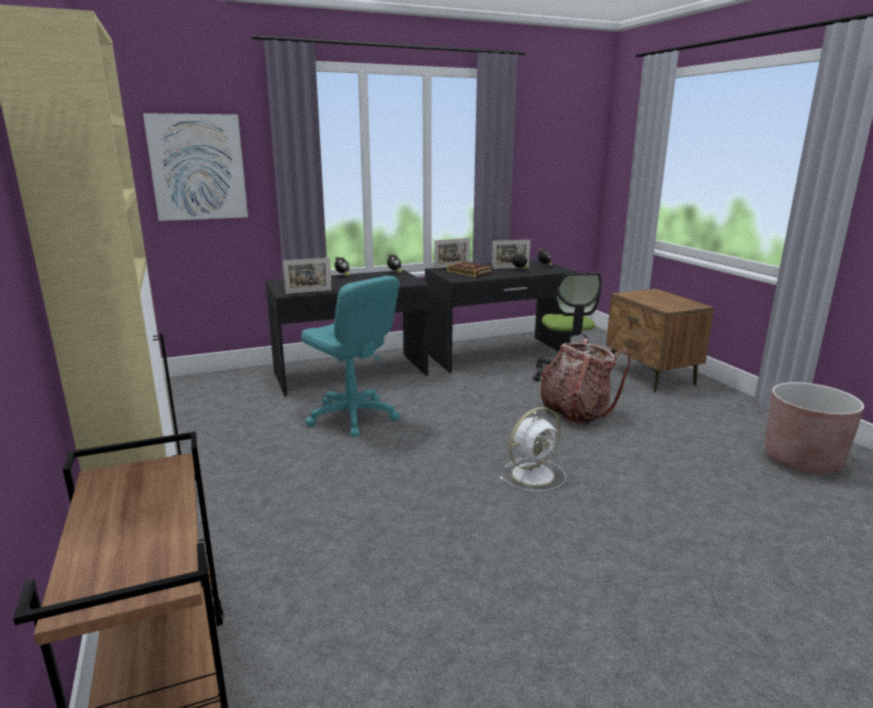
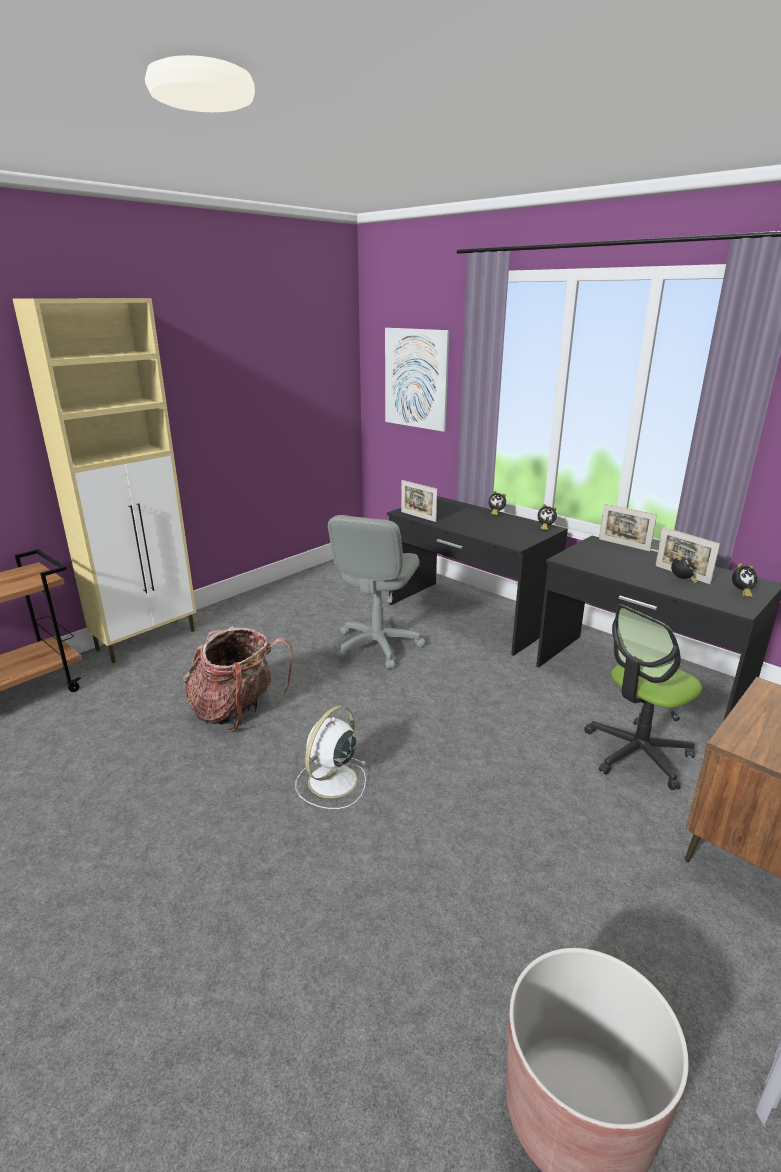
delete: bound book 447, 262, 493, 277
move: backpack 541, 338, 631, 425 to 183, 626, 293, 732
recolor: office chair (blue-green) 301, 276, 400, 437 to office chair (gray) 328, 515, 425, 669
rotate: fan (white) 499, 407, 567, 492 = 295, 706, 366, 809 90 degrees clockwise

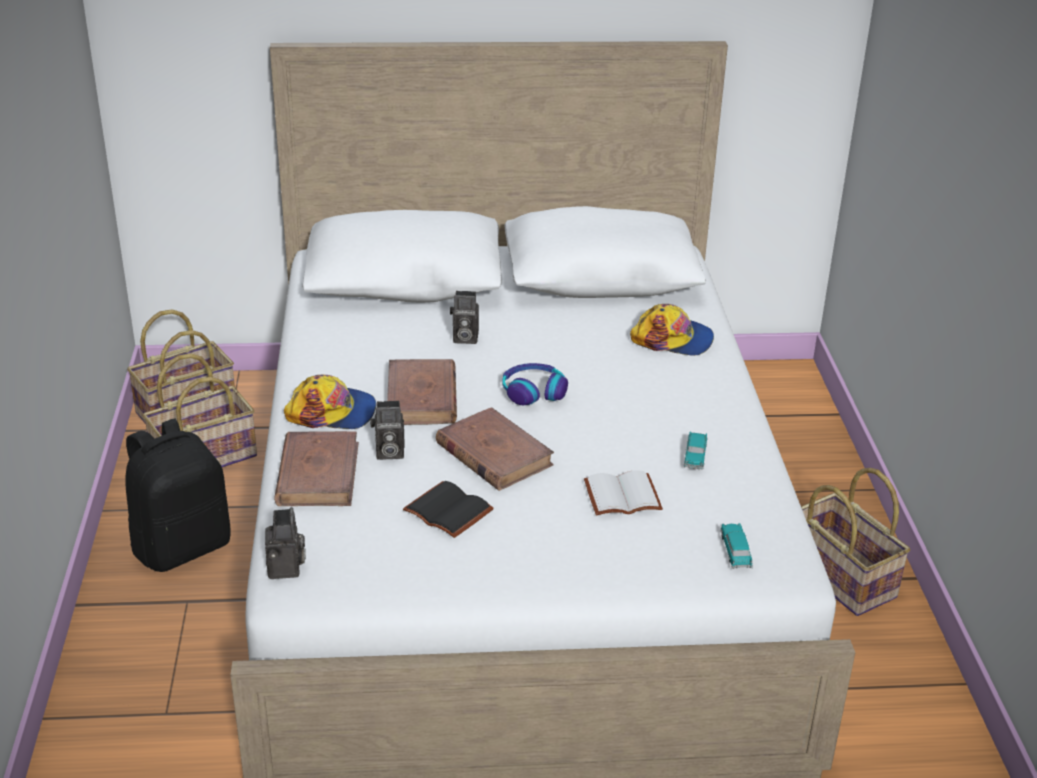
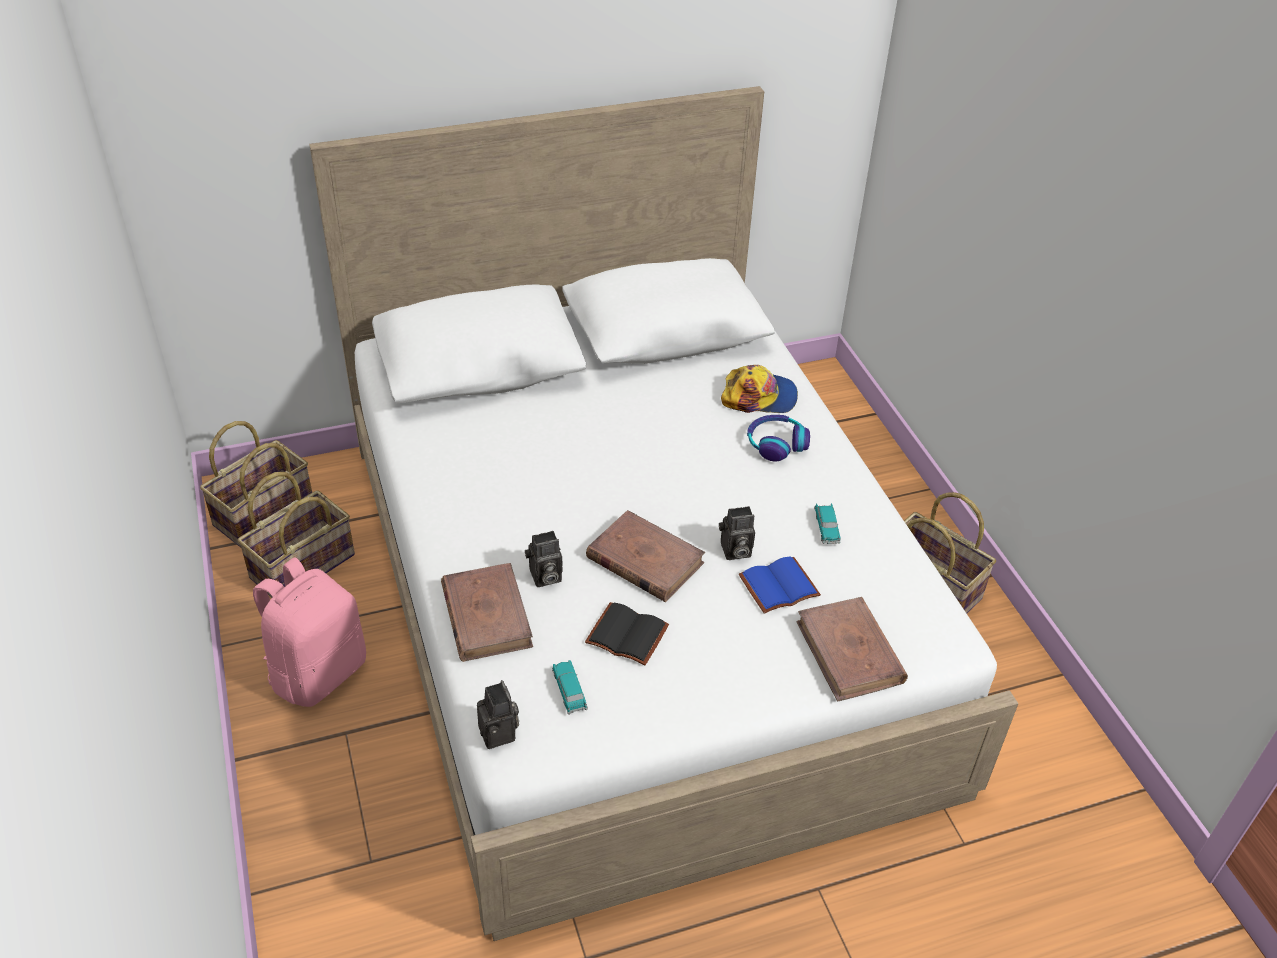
delete: cap 284, 375, 376, 429
move: bound book (brown-coloured) 387, 359, 457, 425 to 796, 597, 908, 702; still camera 450, 291, 479, 344 to 719, 506, 755, 560; headset 502, 363, 568, 405 to 747, 415, 810, 462; miniature car 720, 523, 753, 569 to 552, 660, 588, 715
recolor: backpack (black) 125, 419, 231, 572 to backpack (pinkish) 253, 557, 366, 707; bound book (white) 584, 470, 663, 516 to bound book (blue) 739, 556, 821, 614

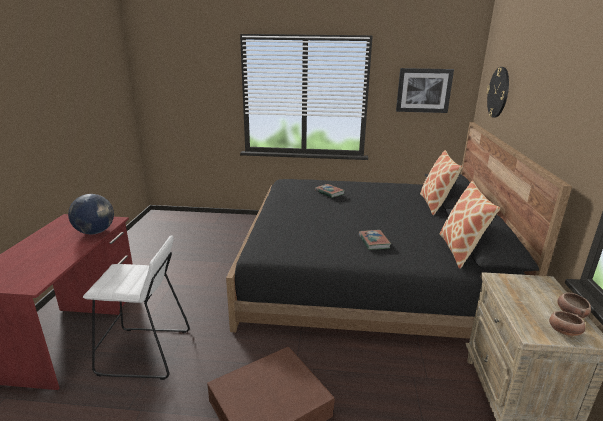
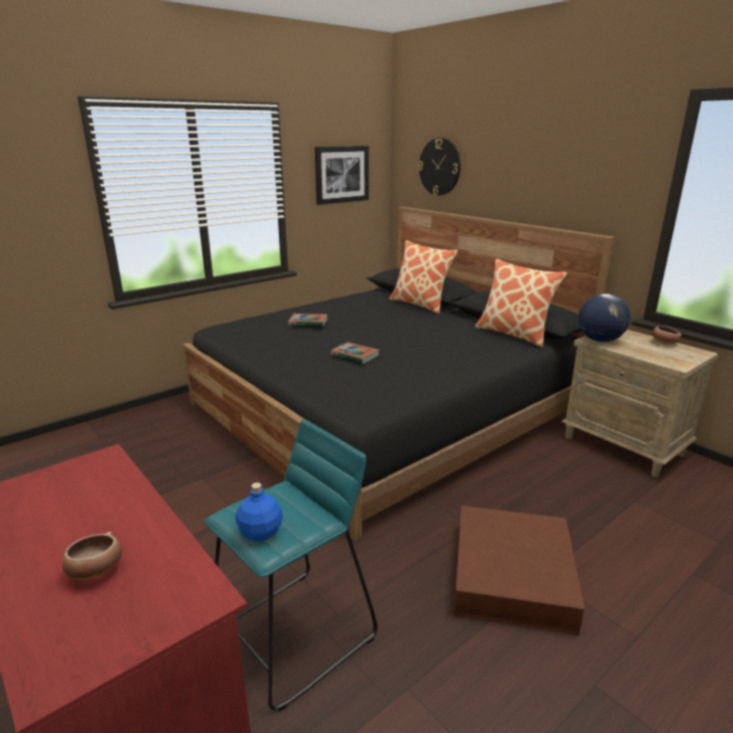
insert: beverage bottle (blue) 235, 483, 283, 541
move: desk globe 68, 194, 114, 234 to 578, 294, 631, 342; bound book 359, 230, 391, 250 to 331, 342, 379, 365; bowl 549, 311, 585, 336 to 63, 532, 122, 581
recolor: stool (white) 83, 235, 190, 380 to stool (blue-green) 204, 419, 378, 711

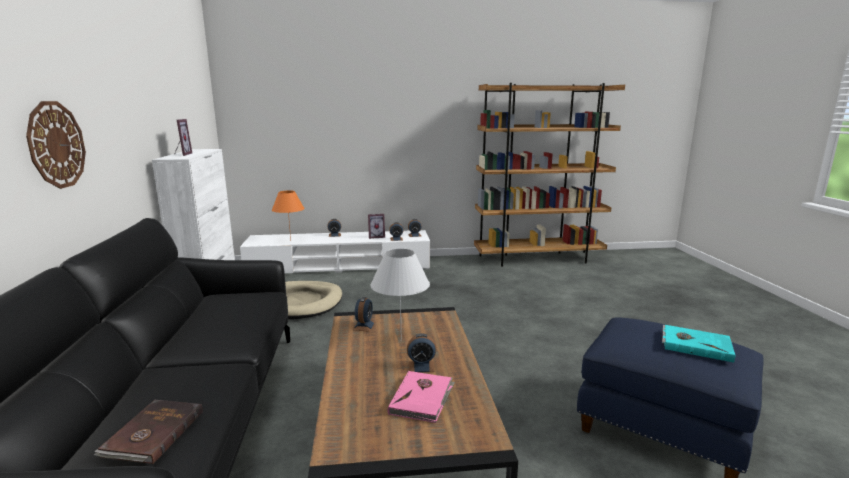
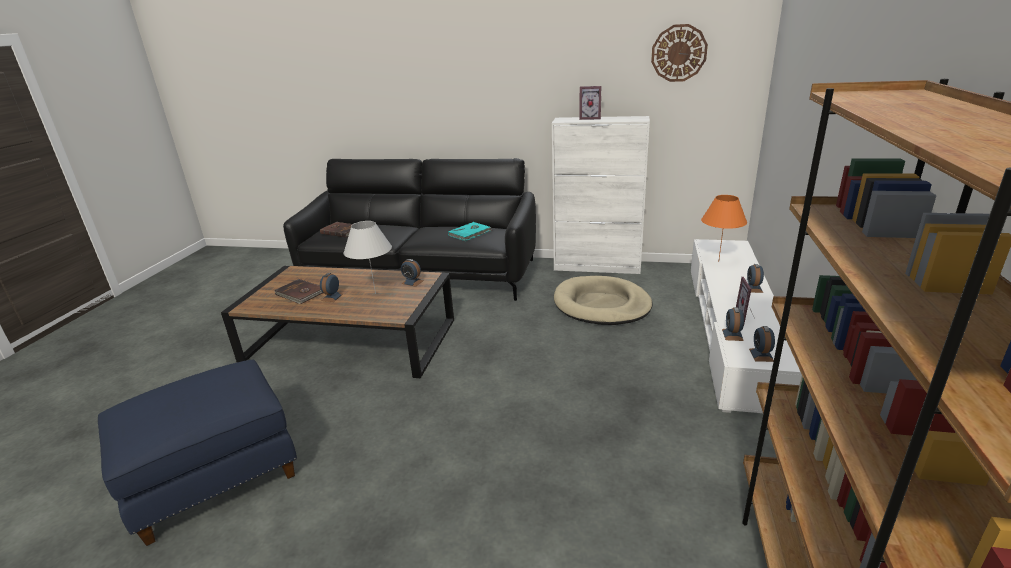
move: wall clock 26, 101, 86, 189 to 651, 24, 708, 82; bound book (blue-green) 662, 325, 735, 363 to 448, 222, 492, 241
recolor: bound book (pinkish) 388, 371, 455, 423 to bound book (brown-coloured) 274, 279, 323, 304

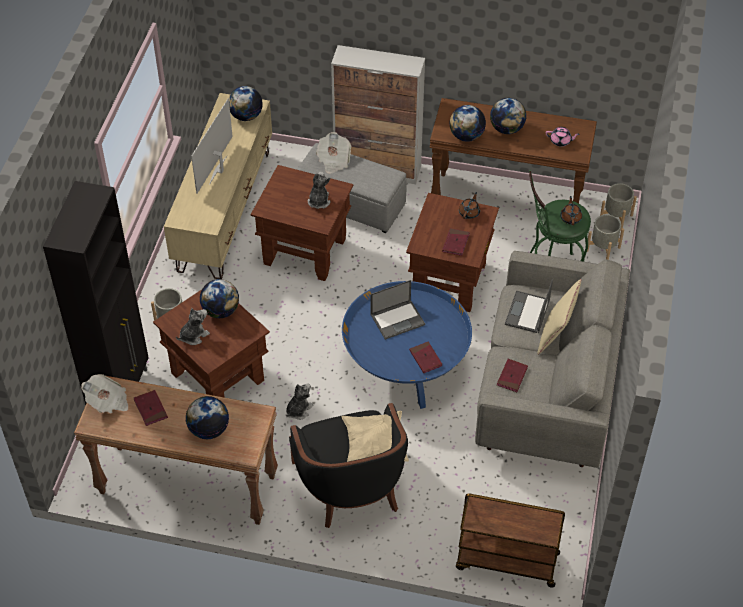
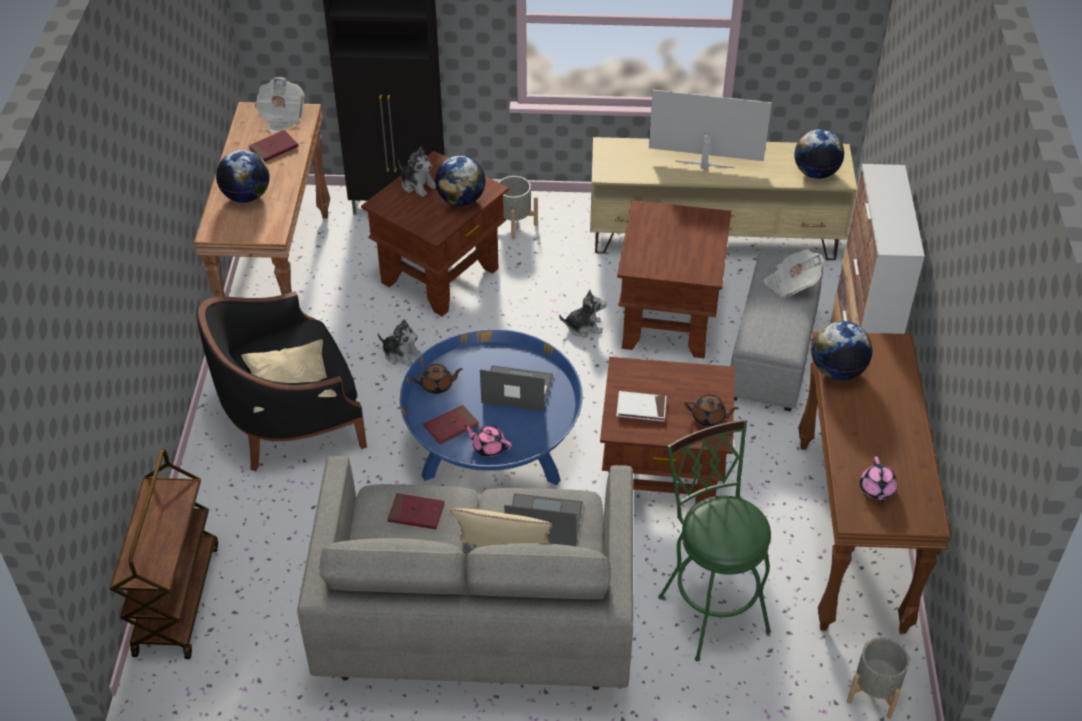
delete: desk globe 490, 98, 526, 134; planter (gray) 587, 214, 624, 260
insert: tea pot (pinkish) 463, 425, 512, 457
move: plush toy 308, 172, 330, 209 to 559, 290, 607, 337; tea pot (brown-coloured) 560, 196, 582, 225 to 413, 364, 463, 394
recolor: bound book (red) 442, 228, 470, 256 to bound book (white) 616, 391, 666, 421
rotate: notebook computer 371, 280, 425, 340 = 480, 365, 553, 411 135 degrees clockwise

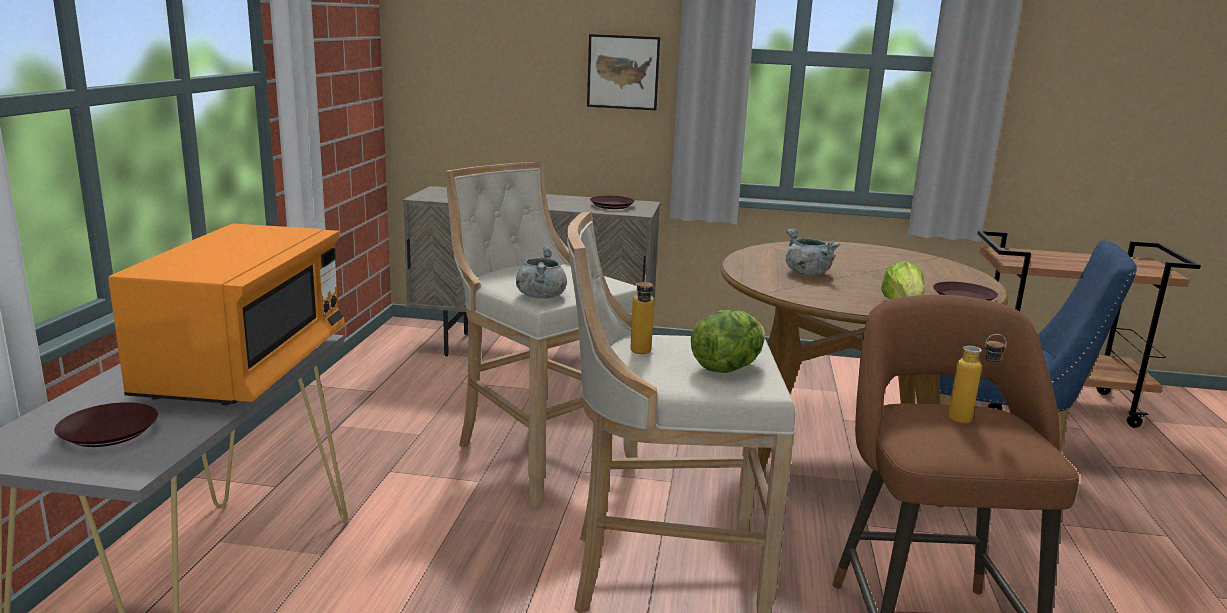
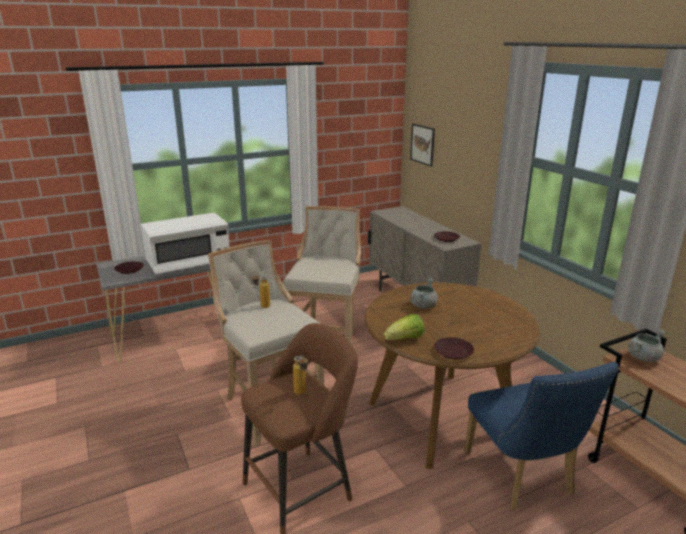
delete: head of lettuce 691, 310, 765, 373
move: cooking pot (gray) 516, 247, 567, 298 to 628, 329, 665, 362; wall art 587, 34, 660, 110 to 410, 124, 435, 167
recolor: microwave oven (orangey) 108, 224, 345, 405 to microwave oven (white) 141, 213, 230, 274

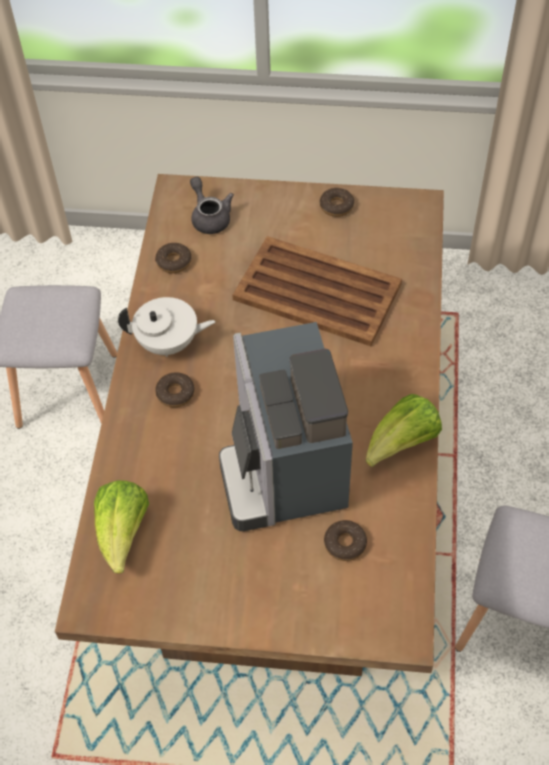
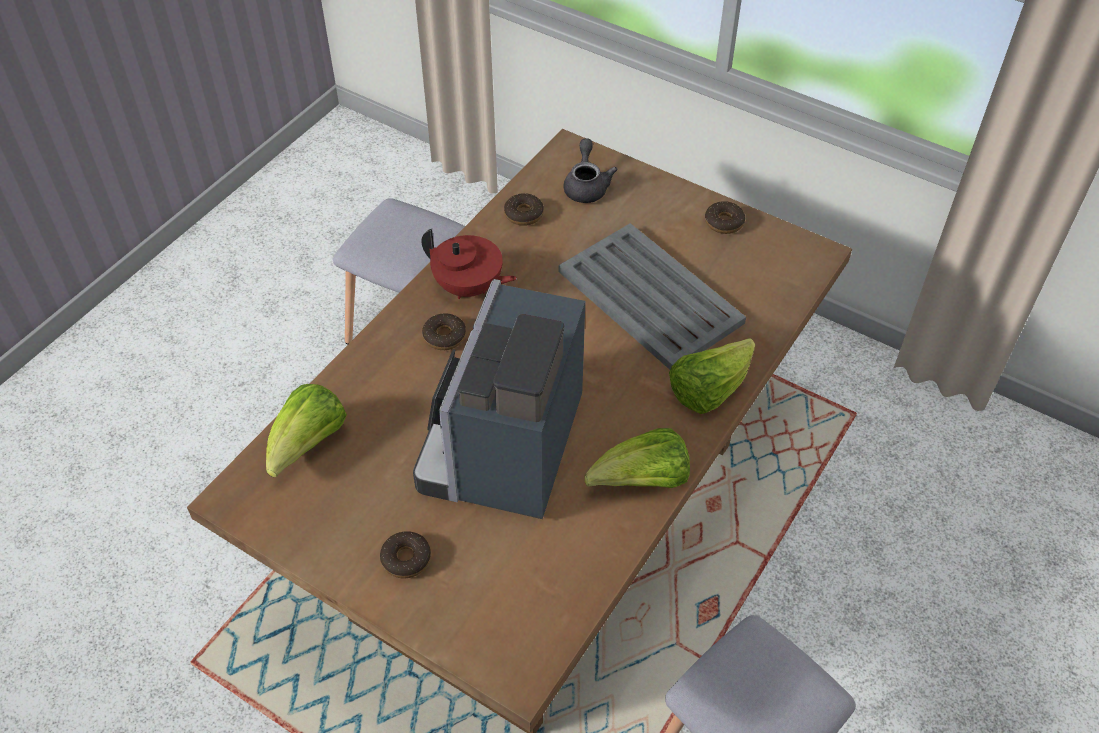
insert: head of lettuce 669, 338, 755, 414
move: donut 324, 520, 367, 561 to 380, 531, 431, 578
recolor: tea pot (white) 118, 297, 215, 357 to tea pot (red) 421, 229, 517, 299; serving tray (brown-coloured) 232, 236, 402, 346 to serving tray (gray) 559, 223, 746, 370

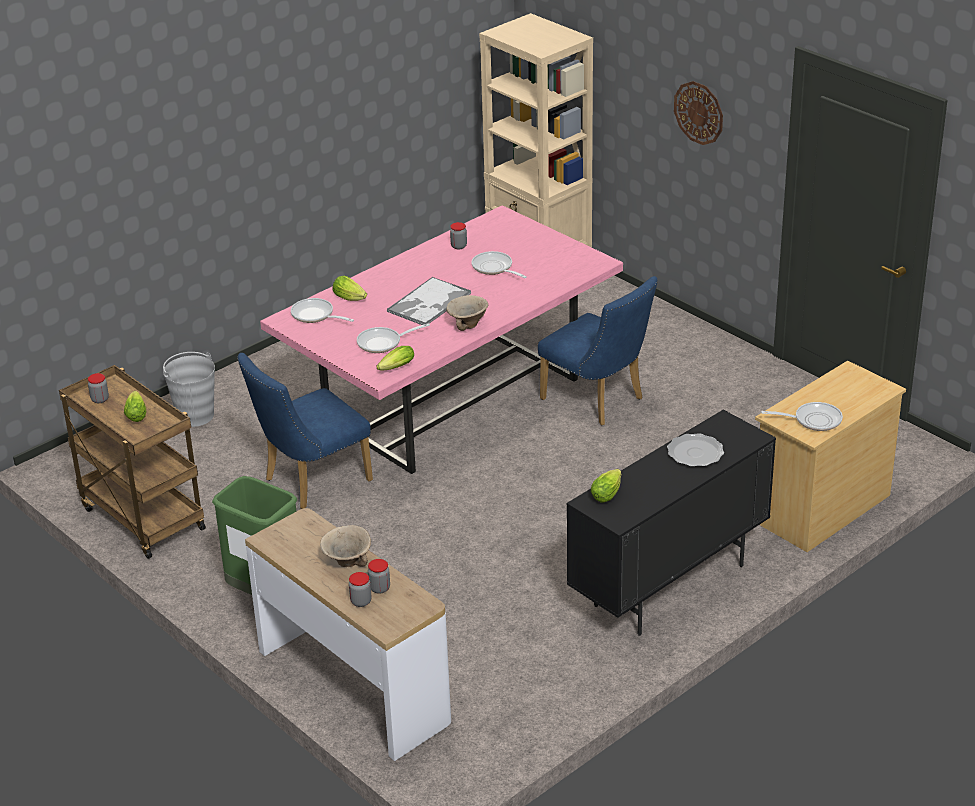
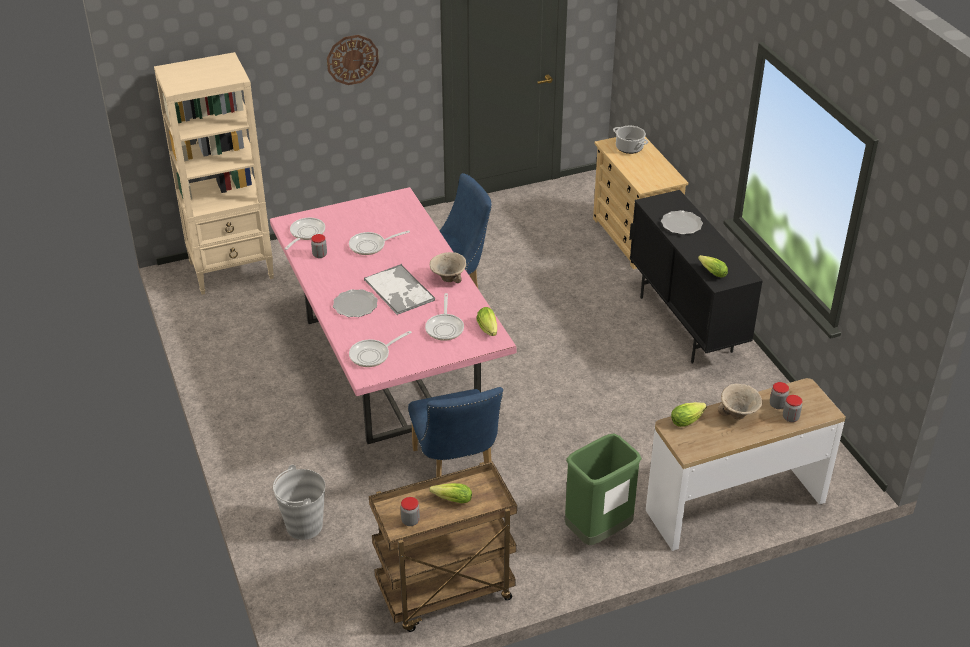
insert: plate 333, 289, 378, 317; cooking pot 613, 126, 648, 154
move: head of lettuce 333, 276, 367, 301 to 671, 402, 707, 427; skillet 761, 402, 843, 431 to 284, 218, 325, 250

